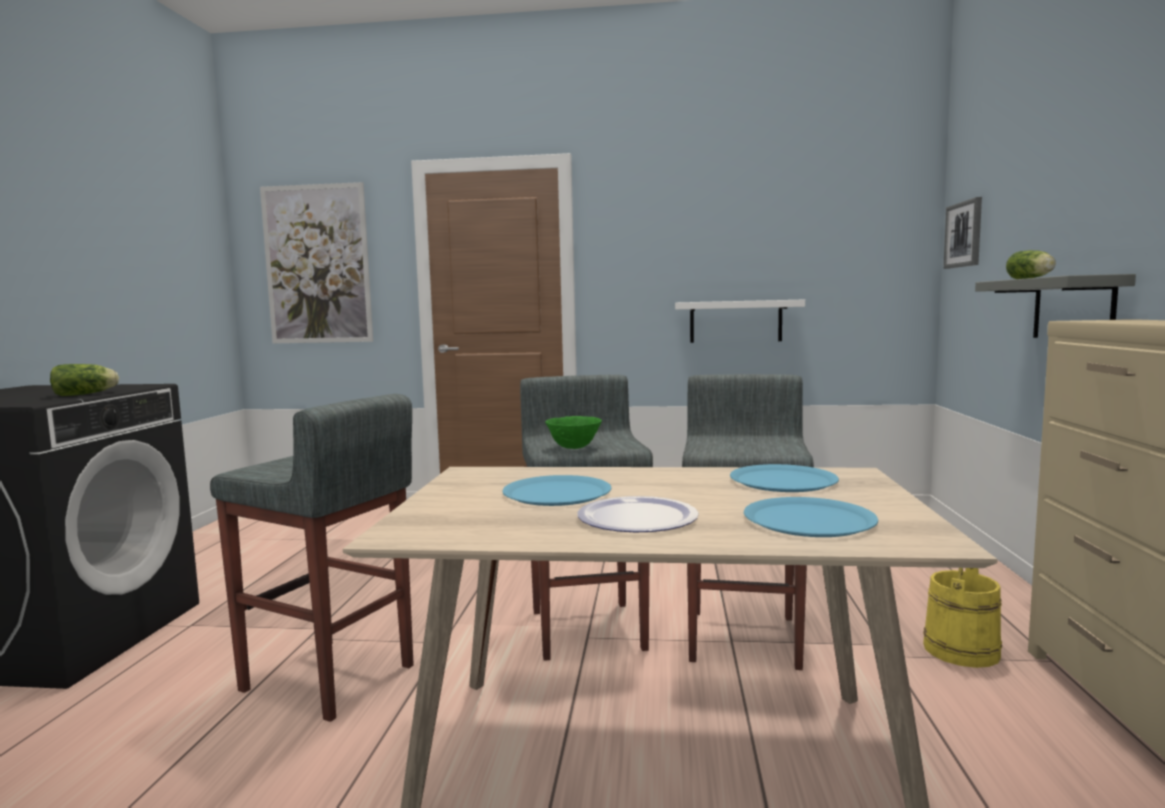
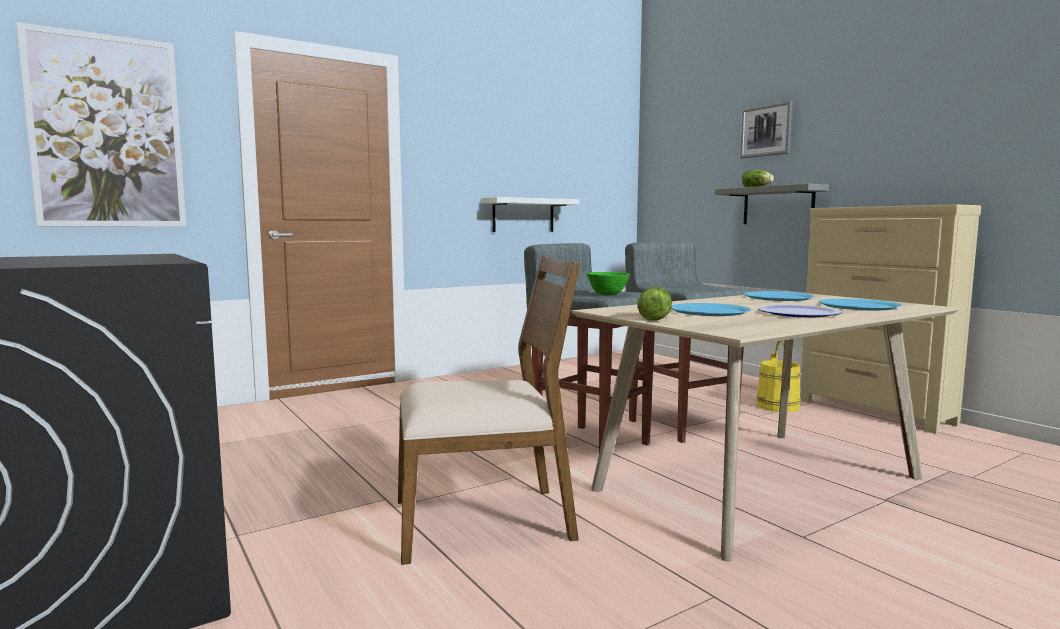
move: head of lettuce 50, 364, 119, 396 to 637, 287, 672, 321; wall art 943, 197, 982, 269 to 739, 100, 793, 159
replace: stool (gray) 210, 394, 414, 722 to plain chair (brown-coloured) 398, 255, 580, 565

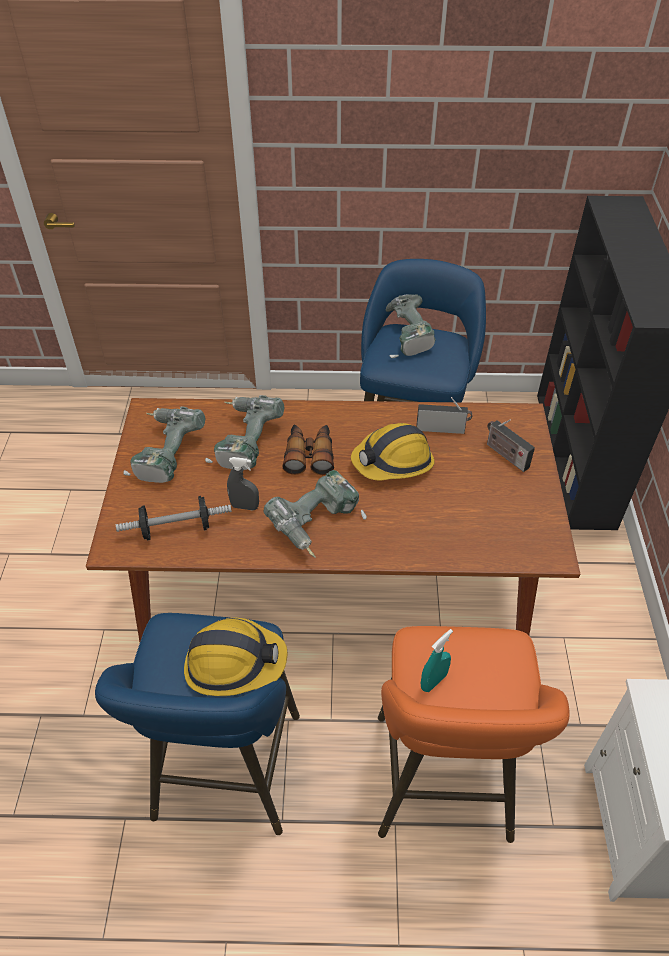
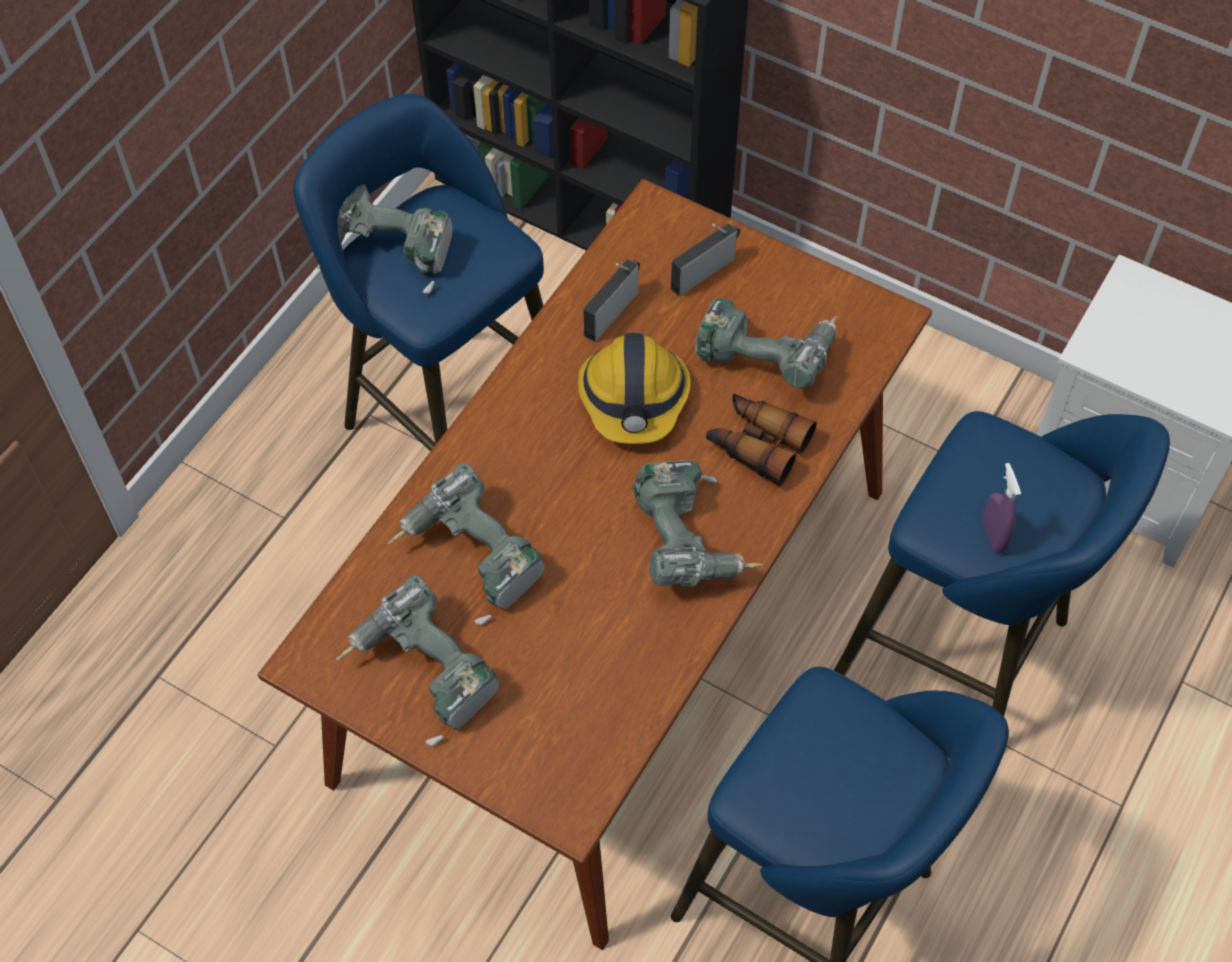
delete: hand weight 116, 496, 232, 541; hard hat 184, 617, 287, 696; spray bottle (gray) 227, 457, 259, 510
insert: electric drill 695, 298, 836, 388
move: binoculars 282, 424, 334, 475 to 706, 394, 817, 487
recolor: stool (orangey) 378, 626, 570, 843 to stool (blue) 834, 411, 1170, 717; spray bottle (blue-green) 421, 629, 453, 692 to spray bottle (purplish) 982, 463, 1021, 553
rotate: radio receiver 487, 420, 535, 472 = 671, 223, 740, 297 150 degrees clockwise

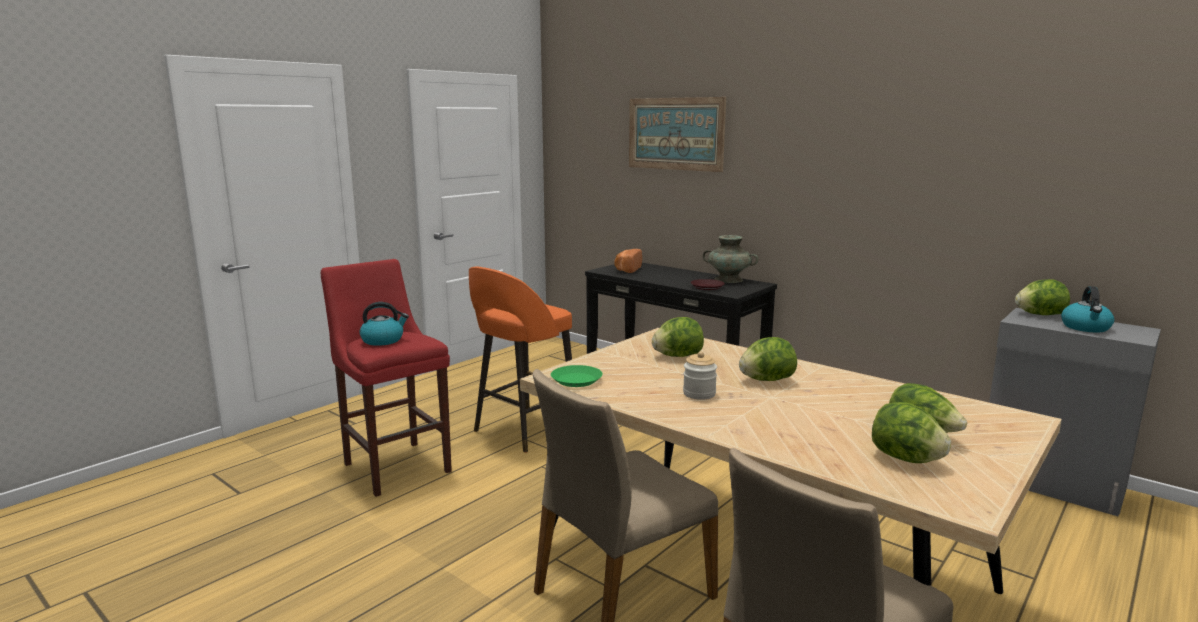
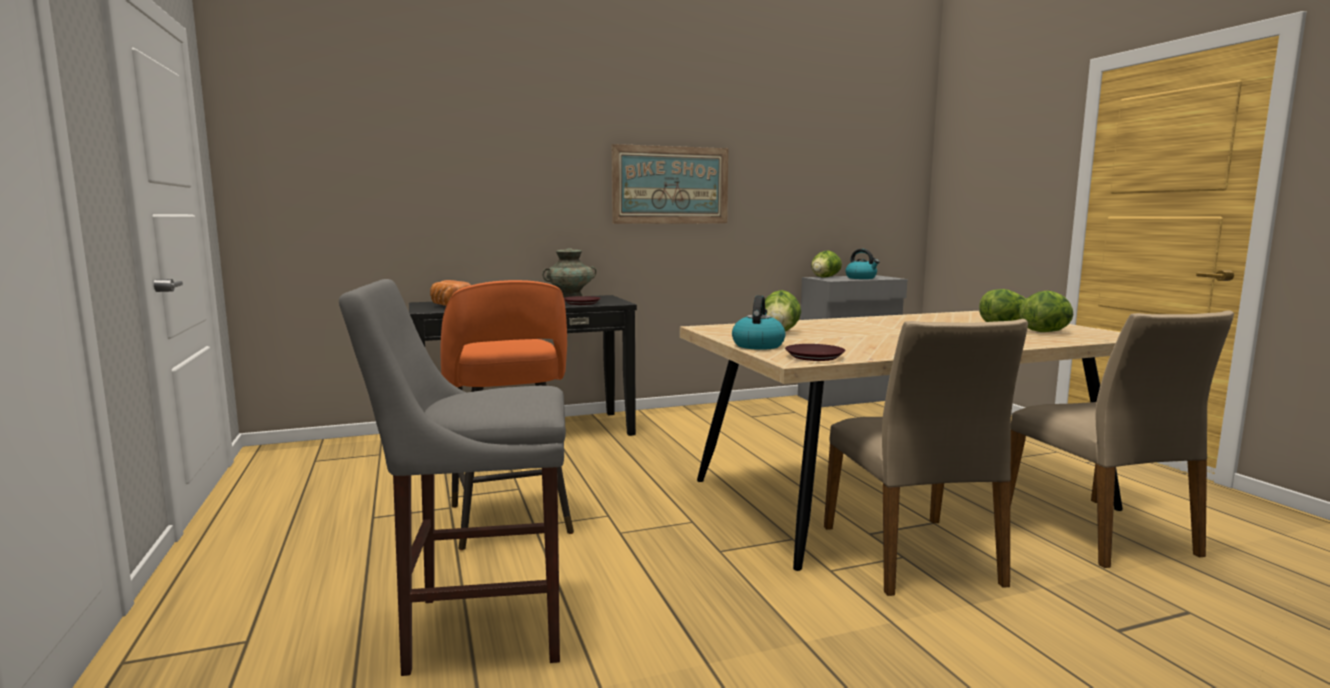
delete: jar 683, 351, 717, 400; head of lettuce 739, 337, 797, 381
move: tea kettle 360, 302, 409, 346 to 732, 295, 785, 350; wall art 629, 97, 726, 172 to 611, 144, 729, 224
recolor: stool (red) 321, 259, 452, 497 to stool (gray) 339, 279, 566, 676; plate (green) 551, 365, 602, 387 to plate (brown-coloured) 785, 344, 845, 361

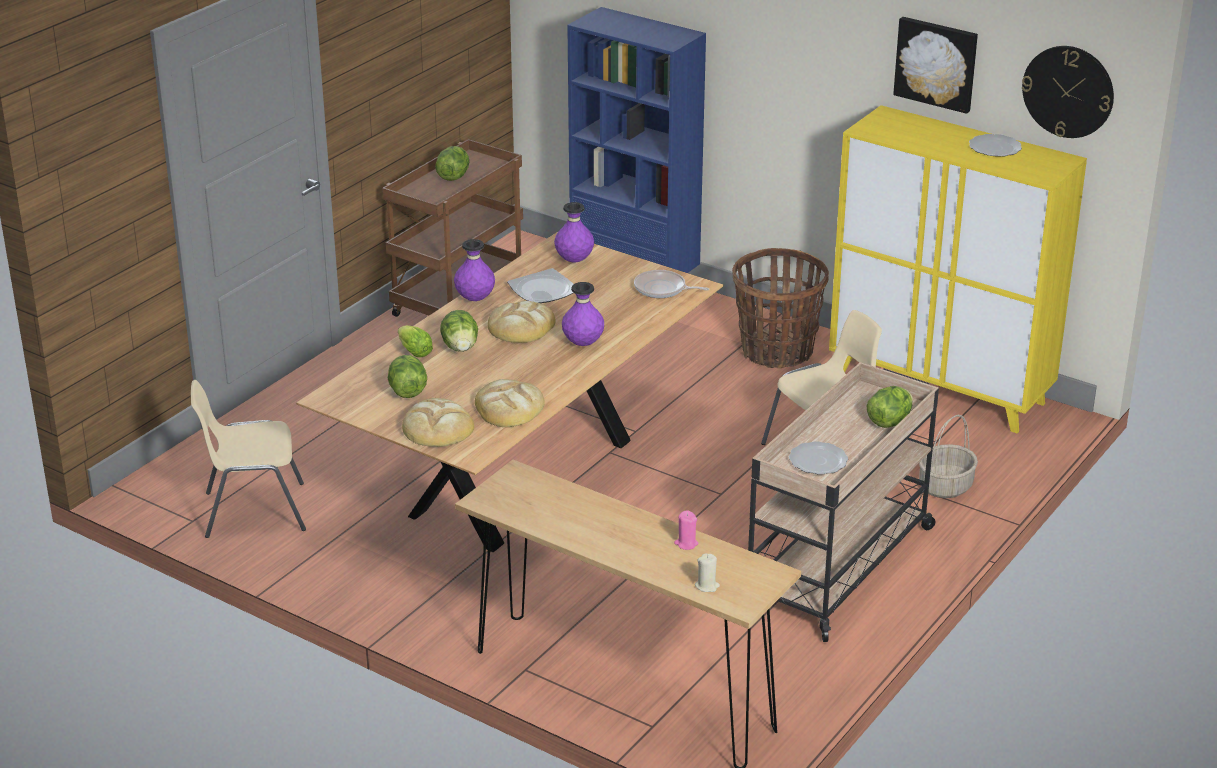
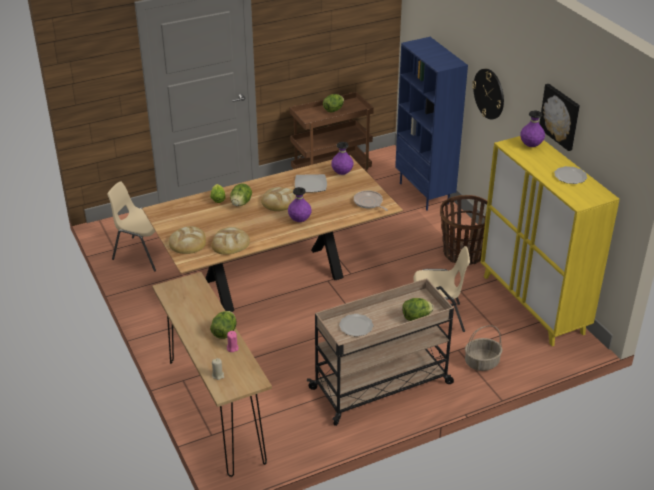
move: head of lettuce 388, 355, 427, 398 to 210, 311, 237, 339; flower vase (purplish) 454, 239, 495, 301 to 520, 111, 545, 147; wall clock 1022, 46, 1114, 138 to 472, 69, 504, 120

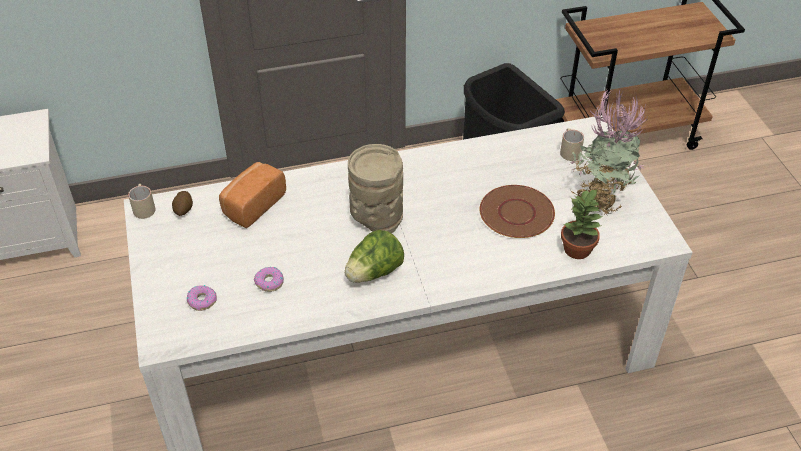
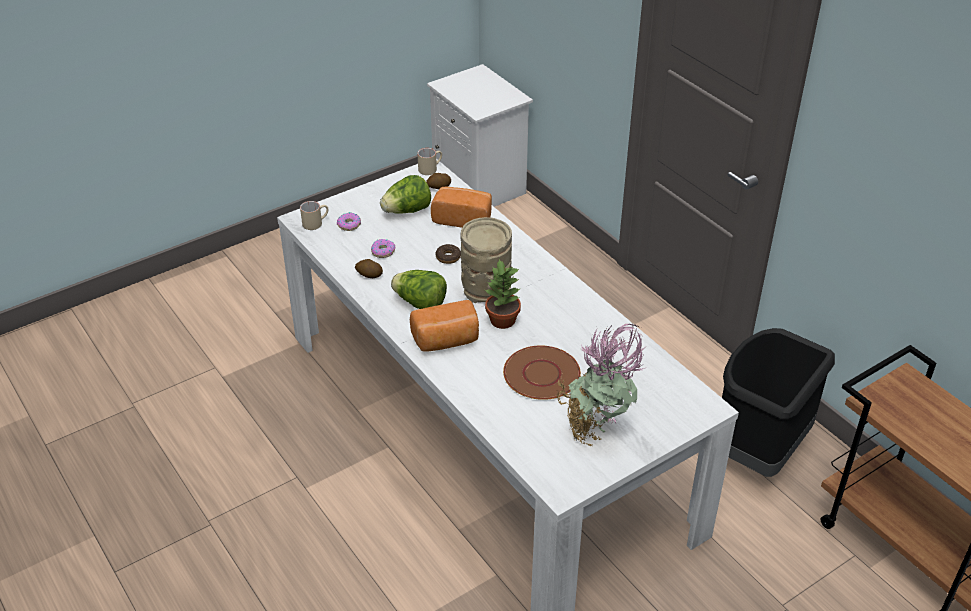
insert: spud 355, 259, 383, 278; head of lettuce 380, 175, 431, 214; bread 410, 300, 479, 352; donut 435, 244, 461, 264
move: coffee mug (beige) 560, 128, 584, 161 to 300, 201, 329, 230; potted plant 561, 189, 603, 259 to 485, 259, 521, 329

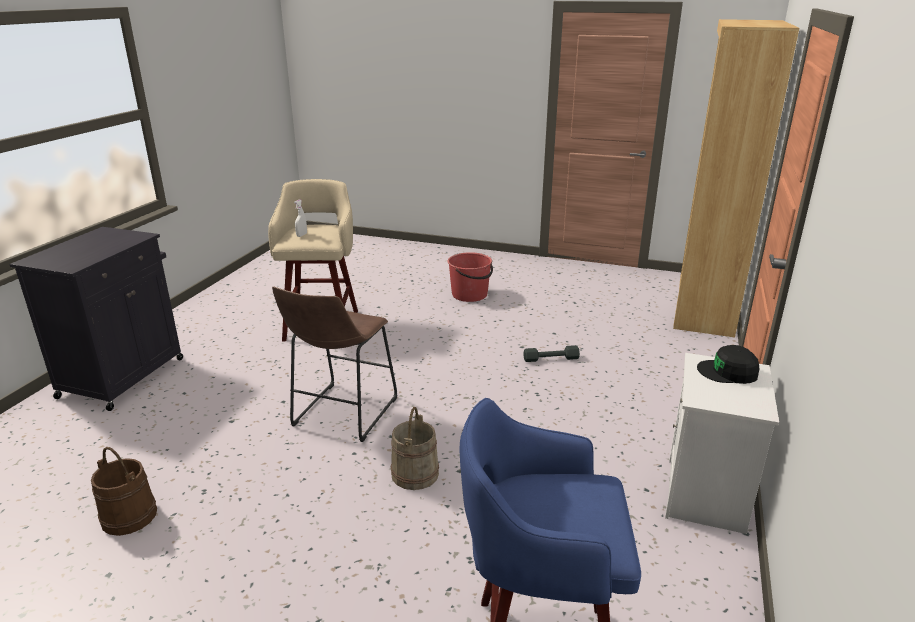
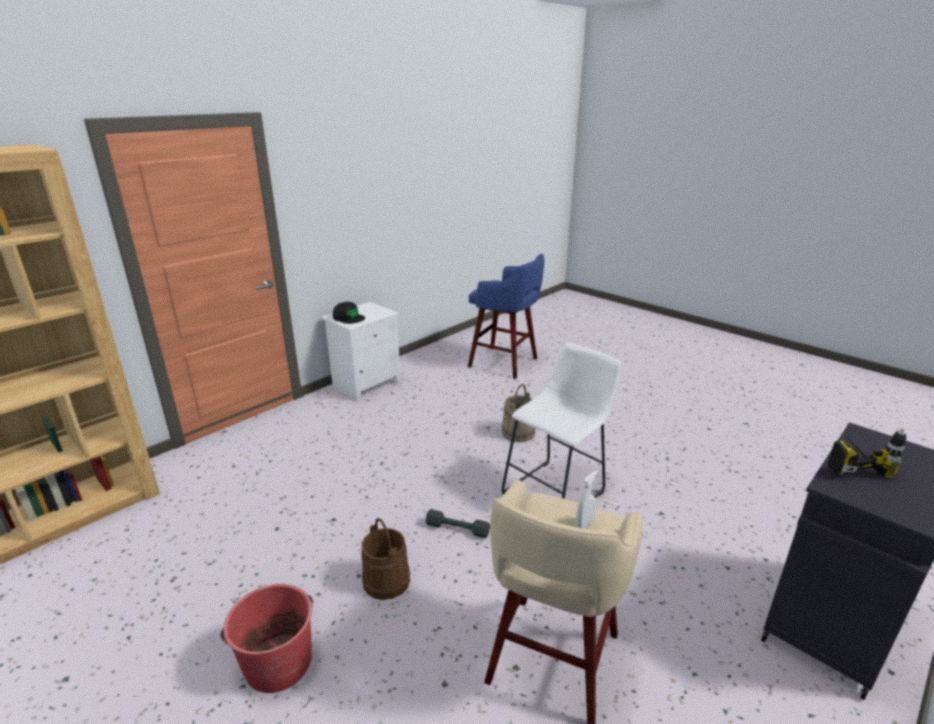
insert: electric drill 828, 428, 906, 478
move: bucket (brown-coloured) 91, 447, 157, 536 to 361, 518, 410, 600; hand weight (gray) 523, 345, 580, 362 to 425, 509, 490, 538
recolor: stool (brown-coloured) 272, 286, 397, 442 to stool (white) 501, 343, 621, 499

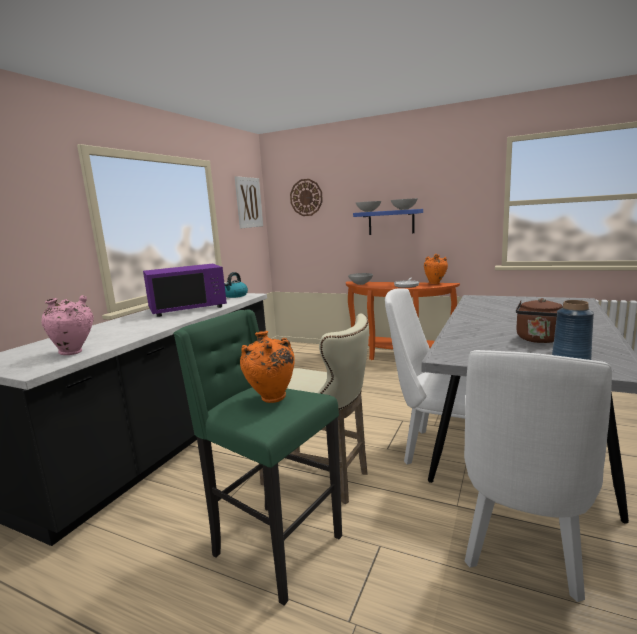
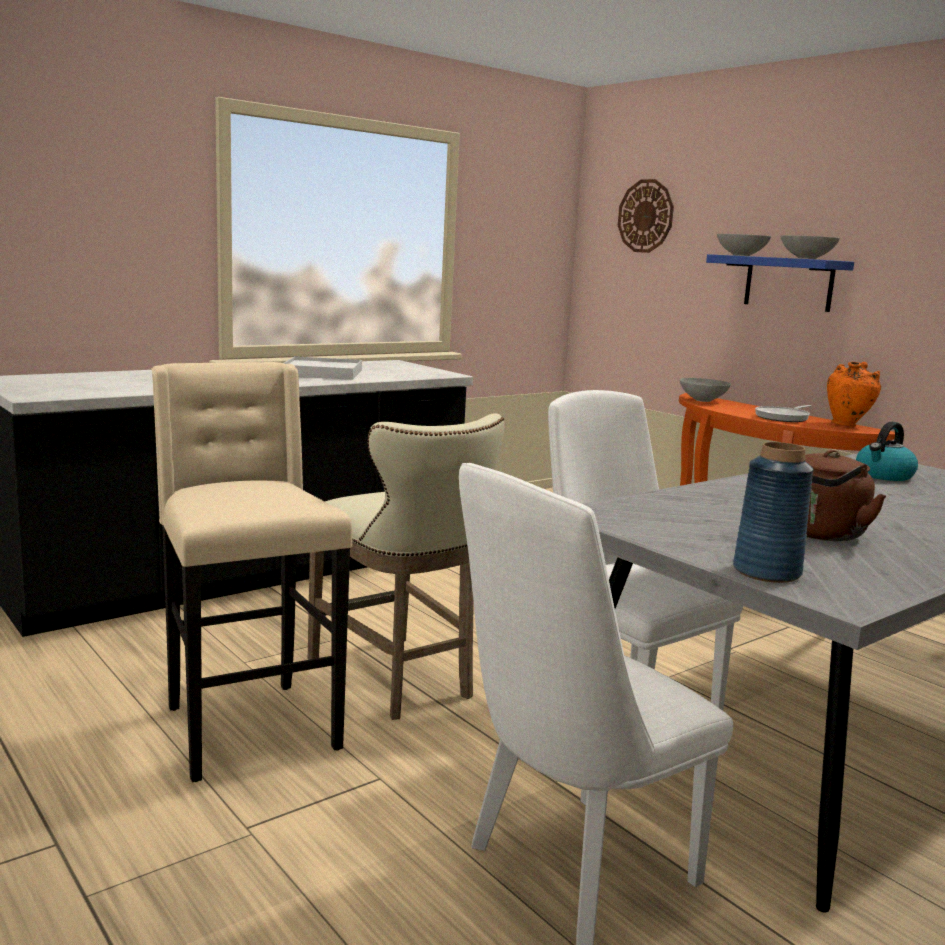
delete: flower vase (pinkish) 42, 295, 94, 355; wall art 235, 176, 263, 229; flower vase (orangey) 240, 331, 295, 403
move: tea kettle 224, 272, 248, 298 to 856, 422, 918, 481
replace: microwave oven (purplish) 143, 264, 227, 317 to serving tray (white) 284, 356, 362, 380
recolor: stool (green) 173, 309, 342, 605 to stool (beige) 151, 362, 352, 782

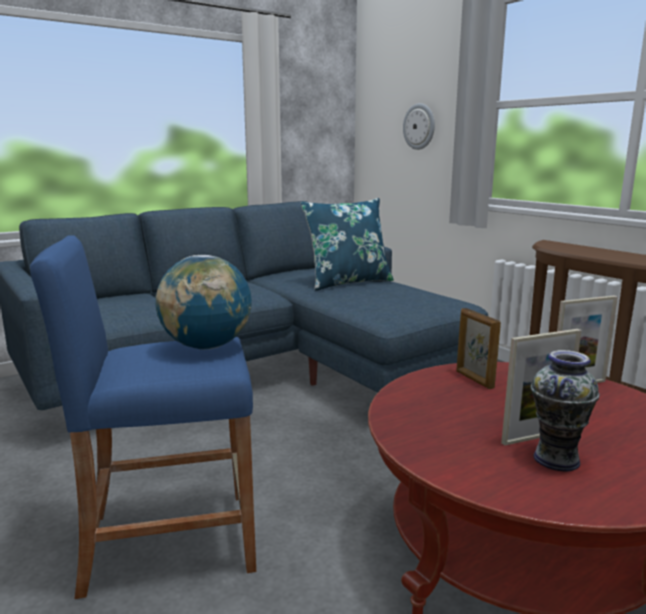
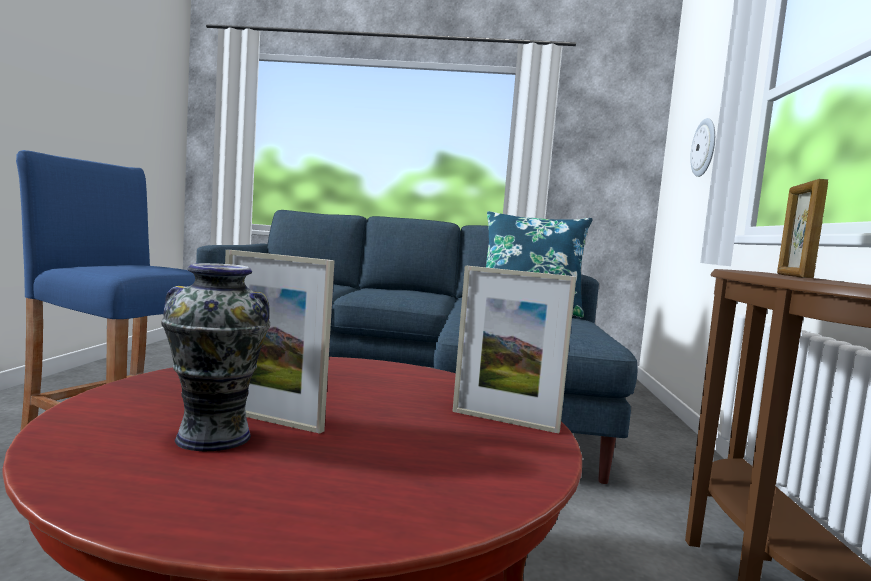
delete: desk globe 156, 255, 252, 350
move: picture frame 456, 308, 501, 389 to 777, 179, 828, 278

